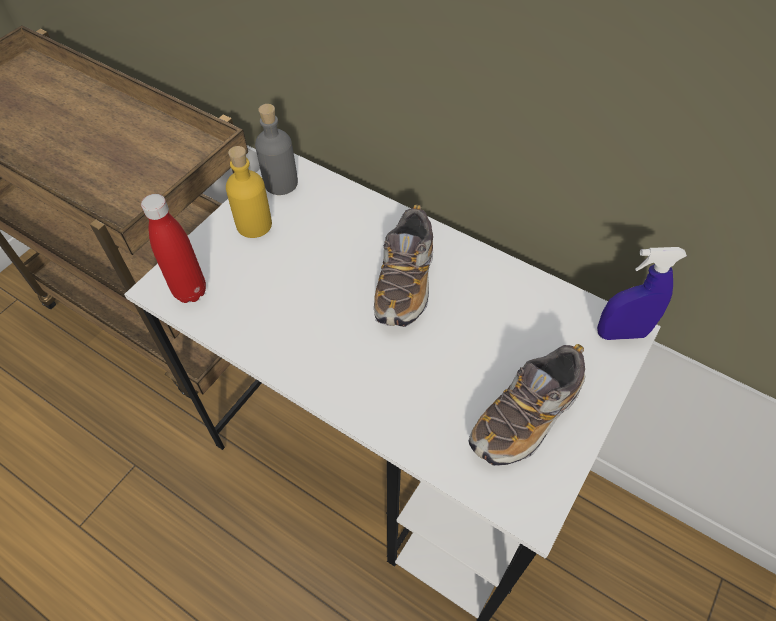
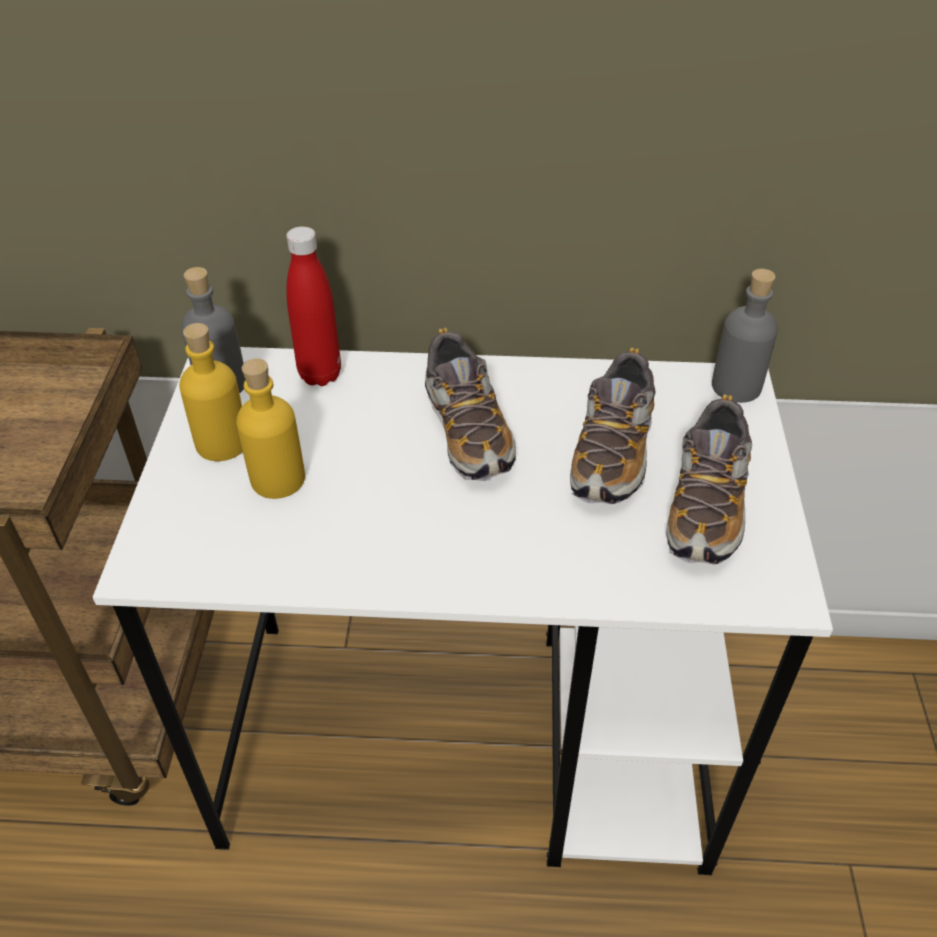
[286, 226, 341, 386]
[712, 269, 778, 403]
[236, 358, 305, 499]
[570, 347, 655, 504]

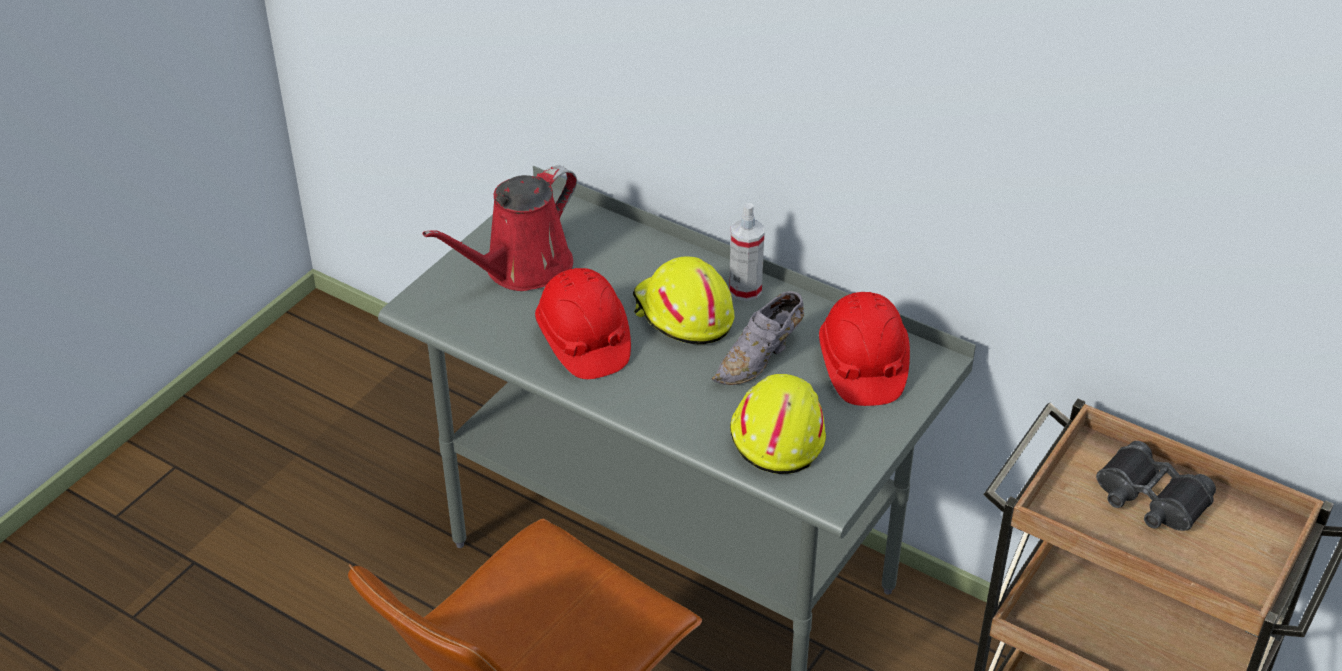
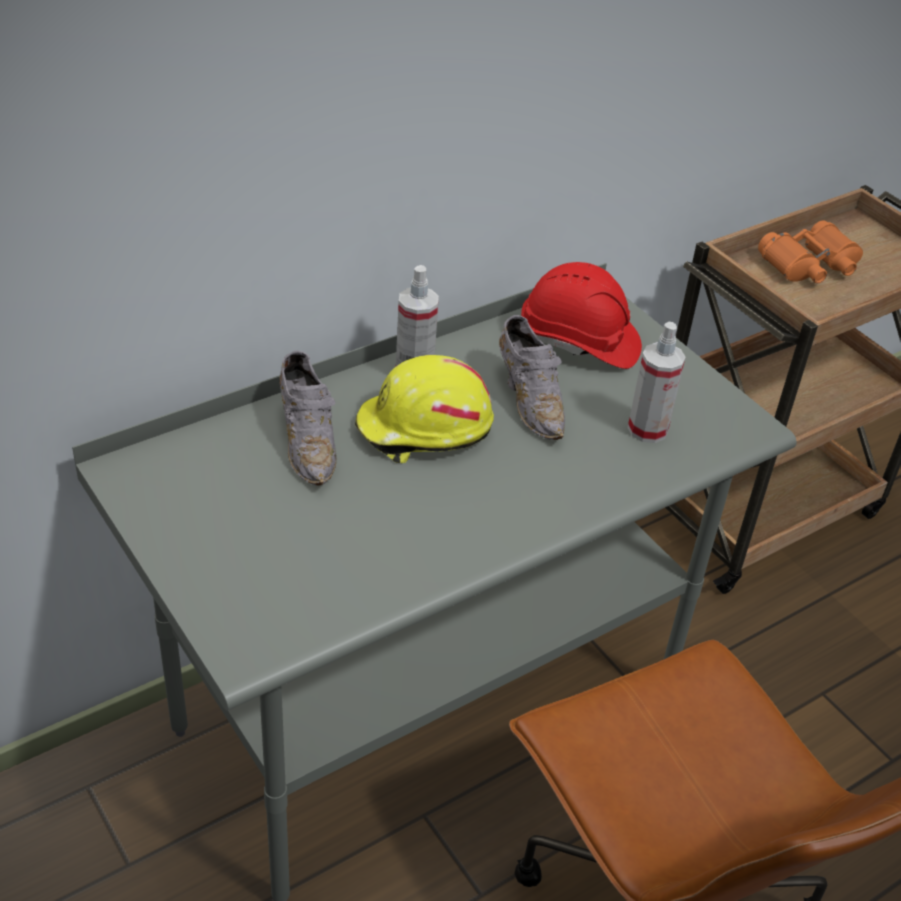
[423, 165, 577, 291] (first image)
[535, 268, 631, 379] (first image)
[628, 322, 686, 443]
[758, 221, 863, 283]
[279, 351, 336, 485]

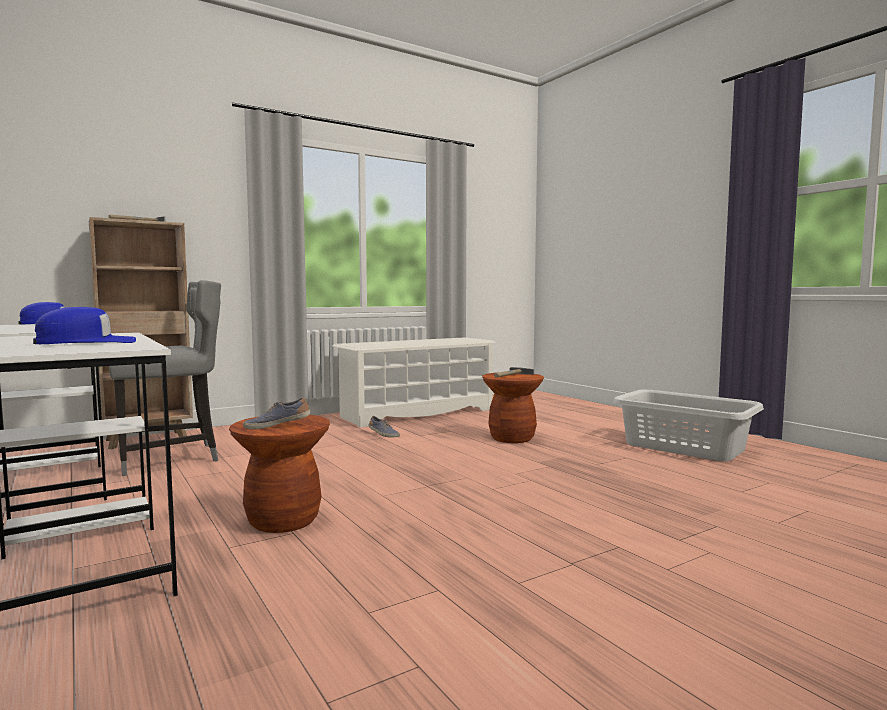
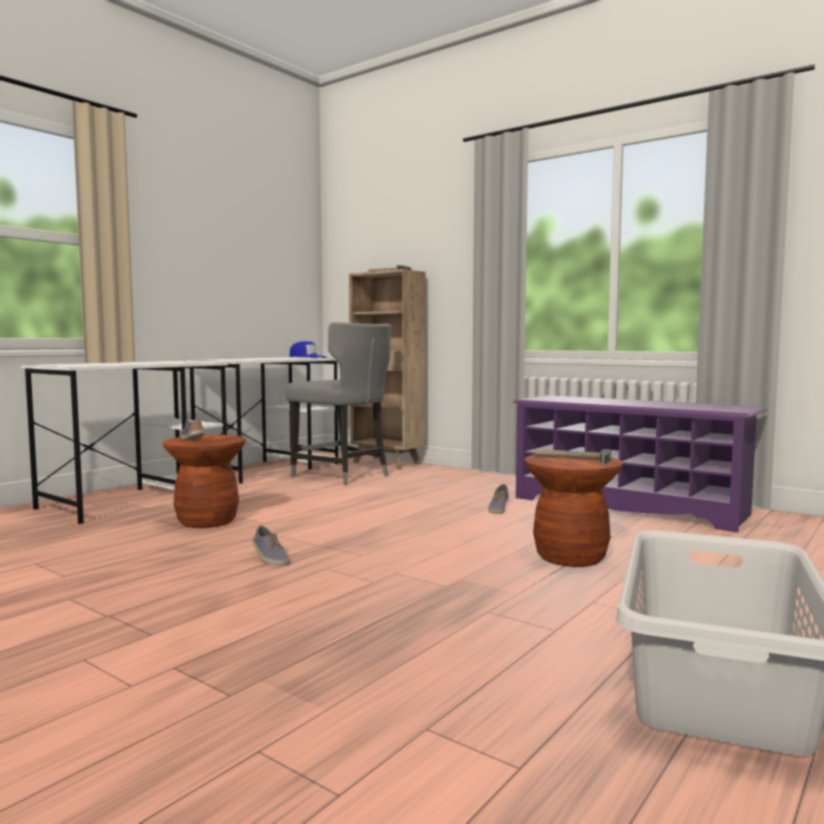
[33, 307, 136, 344] (first image)
[513, 395, 768, 533]
[253, 526, 290, 566]

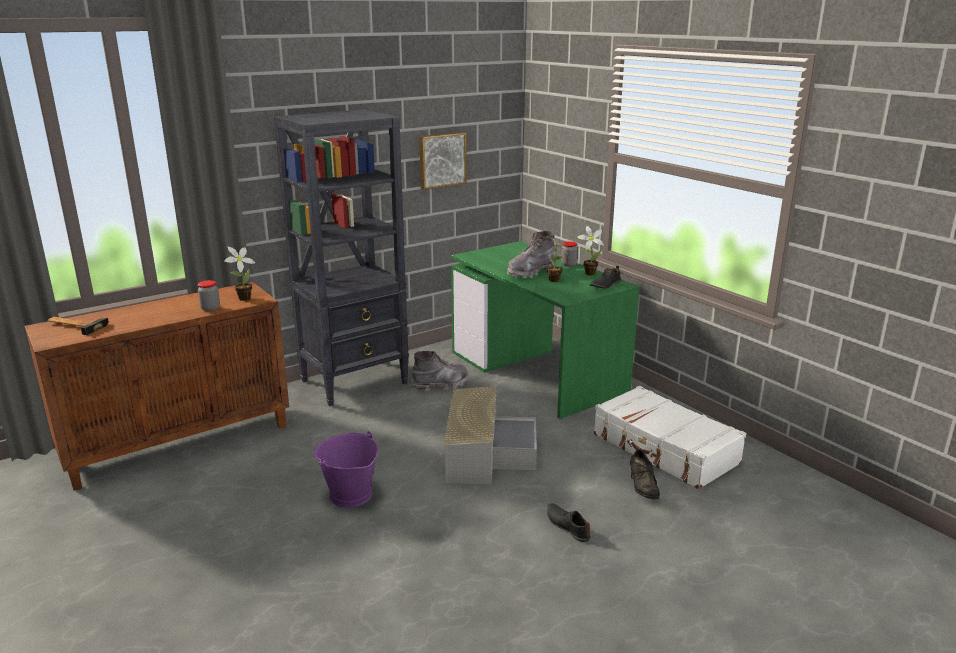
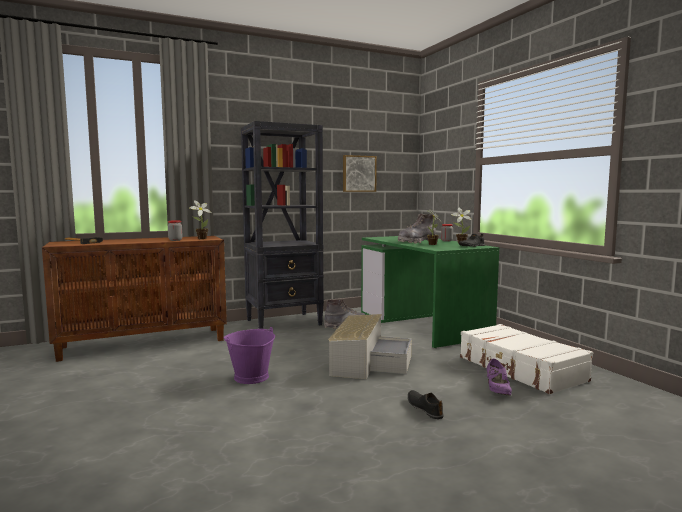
[487, 359, 512, 396]

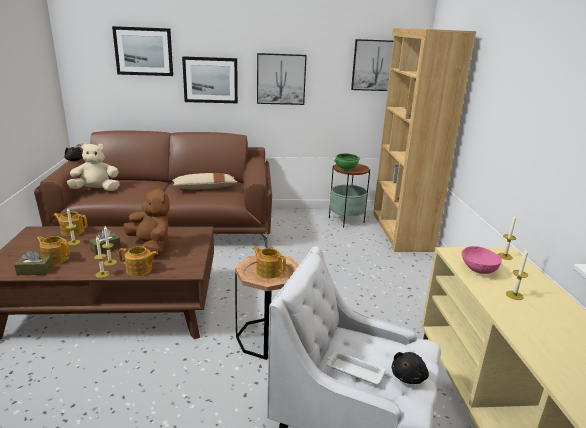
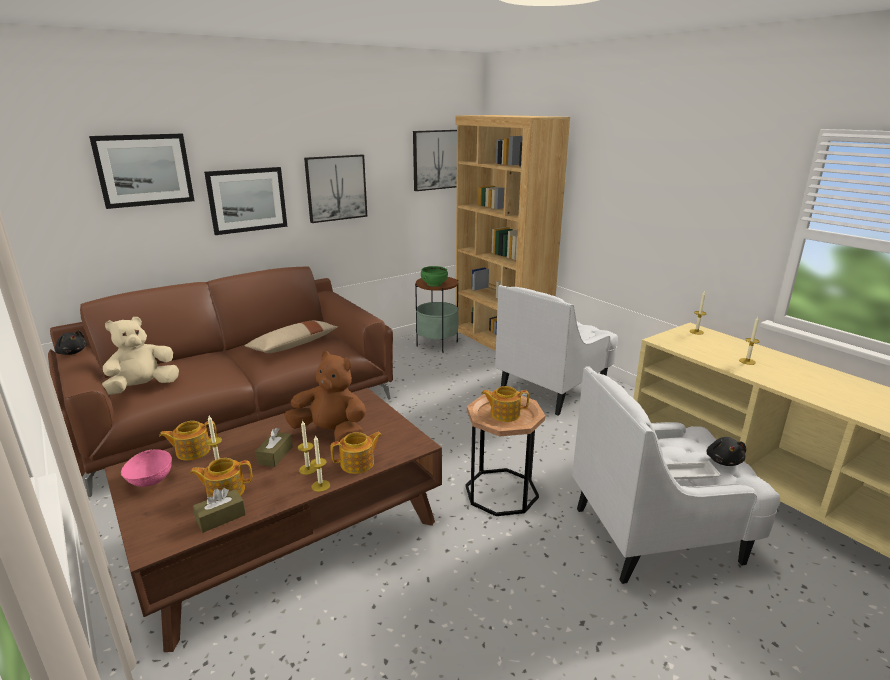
[121, 449, 172, 487]
[495, 285, 618, 416]

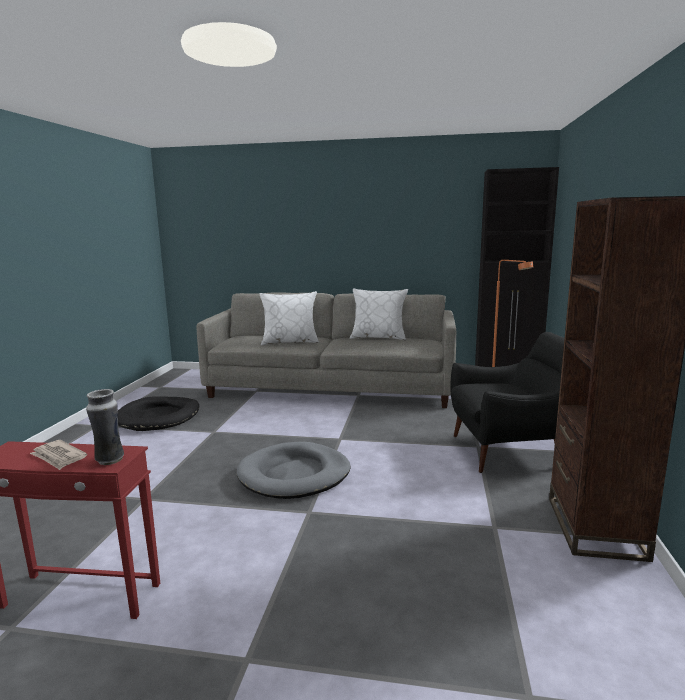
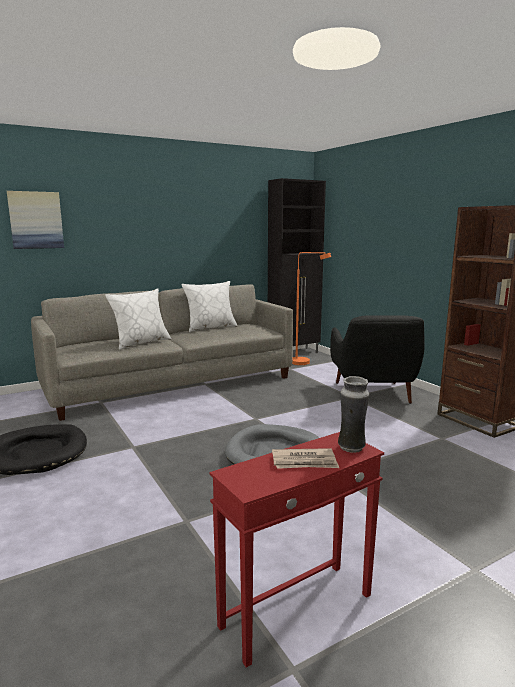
[330, 315, 425, 404]
[7, 191, 64, 249]

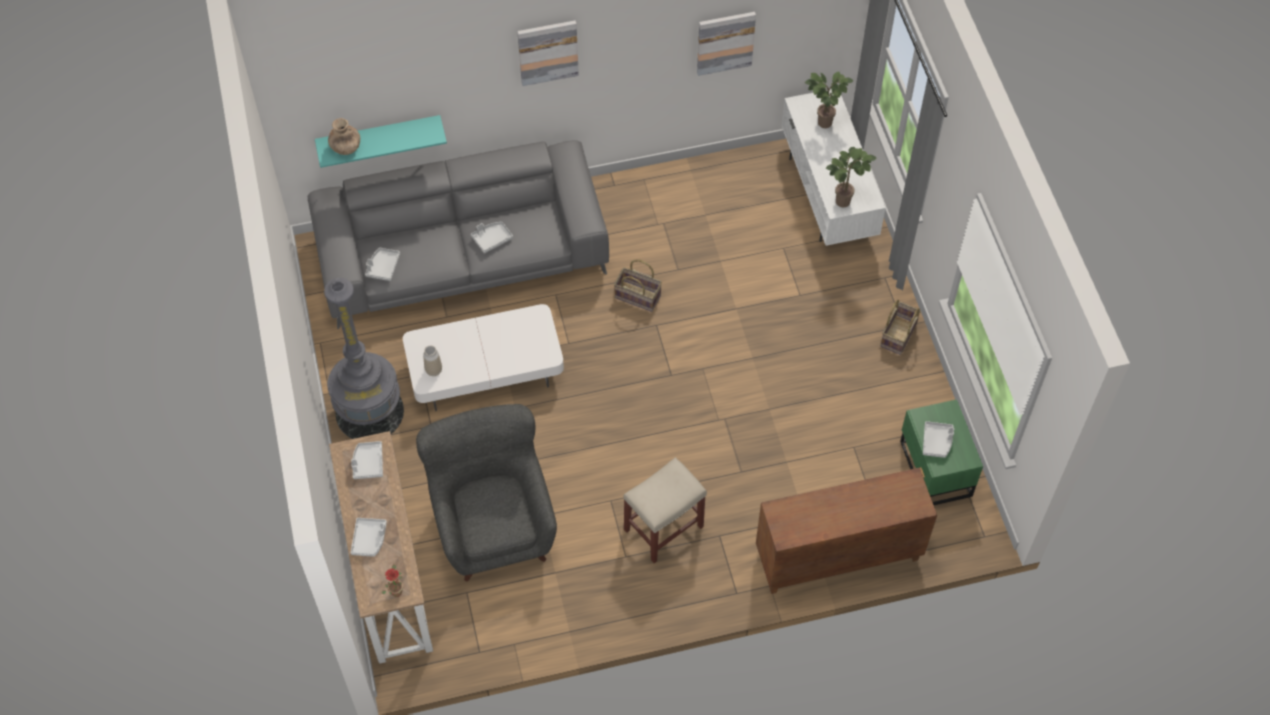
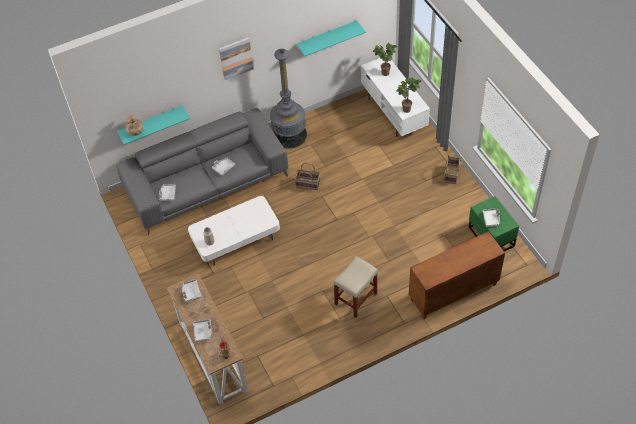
[270, 49, 307, 149]
[416, 404, 557, 581] (first image)
[296, 21, 366, 56]

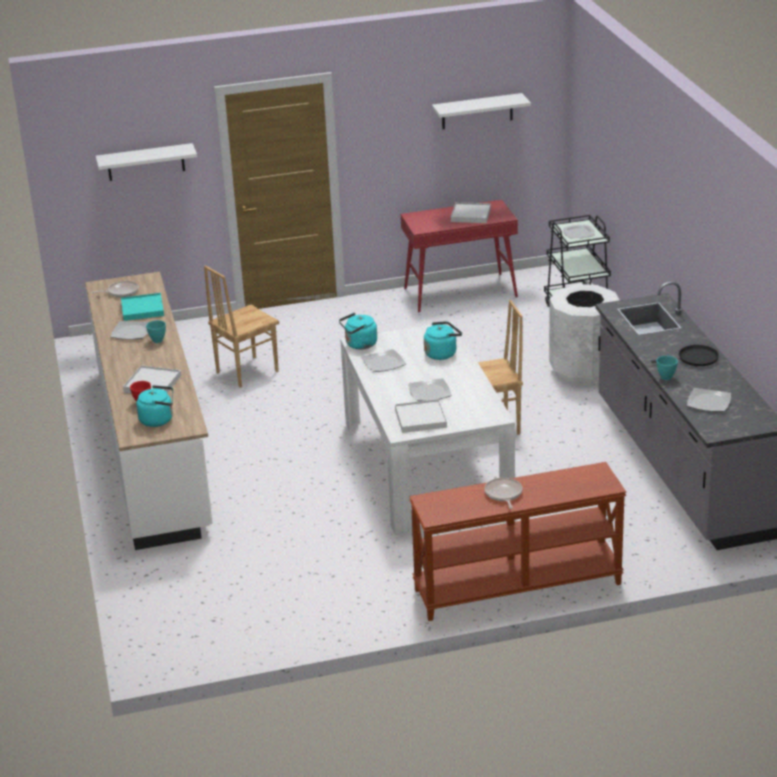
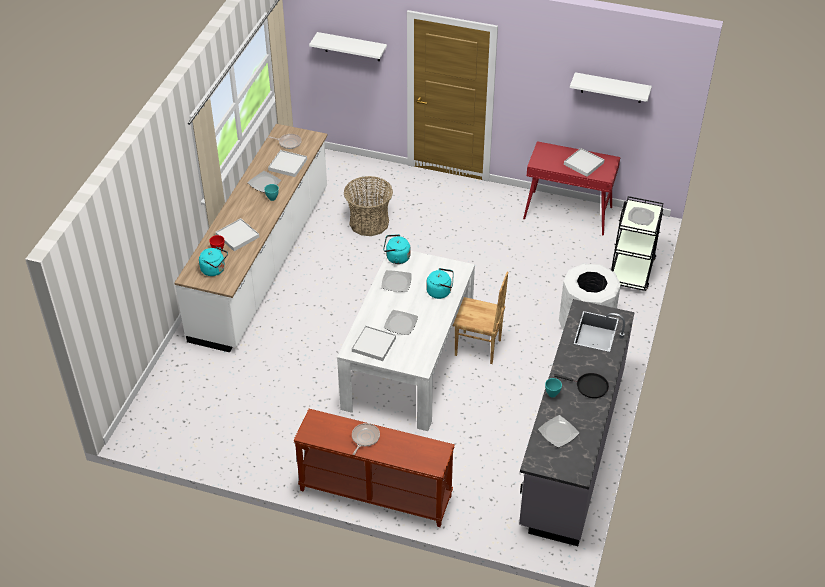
[268, 150, 307, 177]
[344, 176, 393, 236]

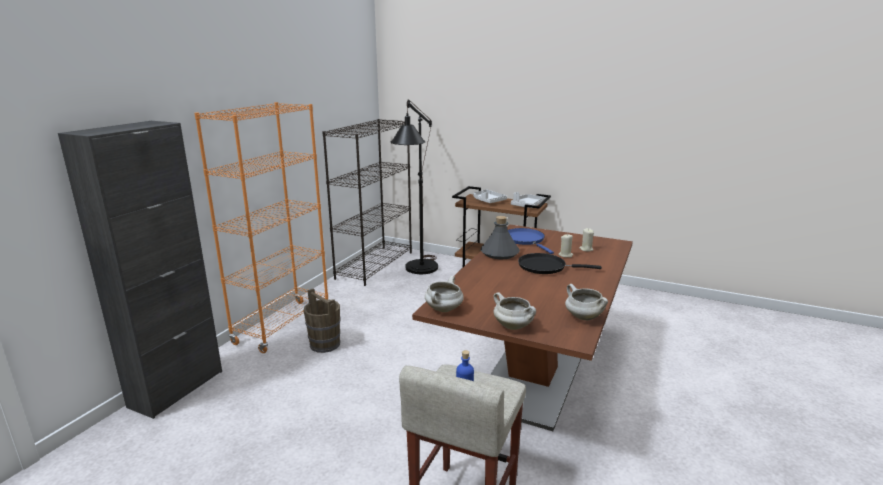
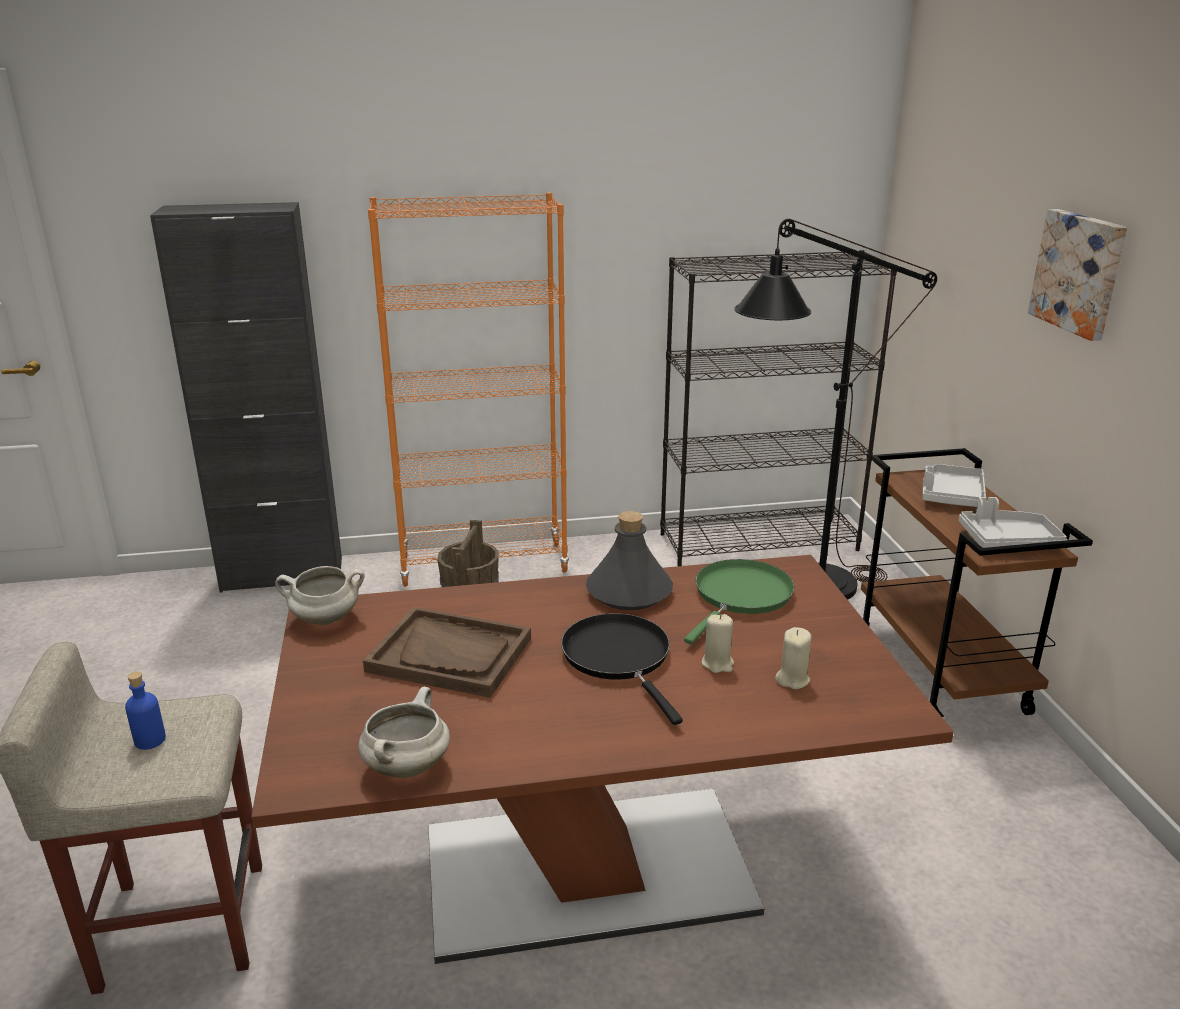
[493, 292, 536, 330] (first image)
[684, 559, 794, 644]
[363, 607, 531, 698]
[1028, 209, 1127, 341]

